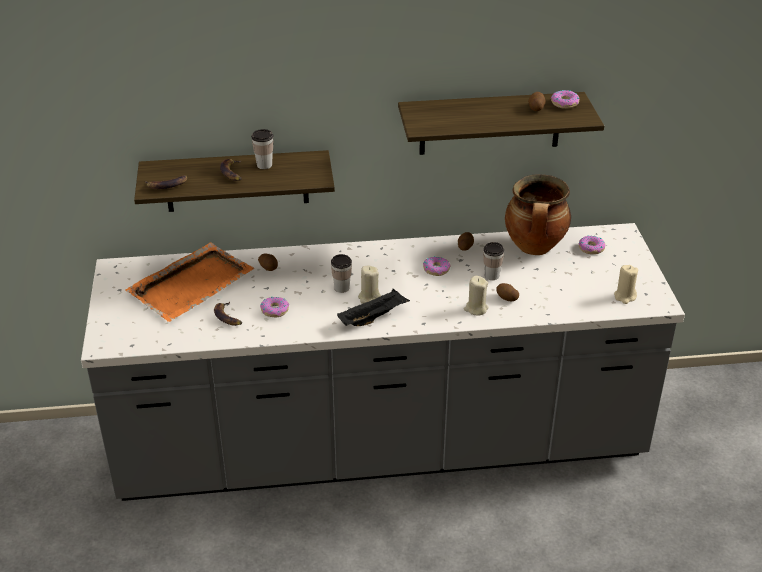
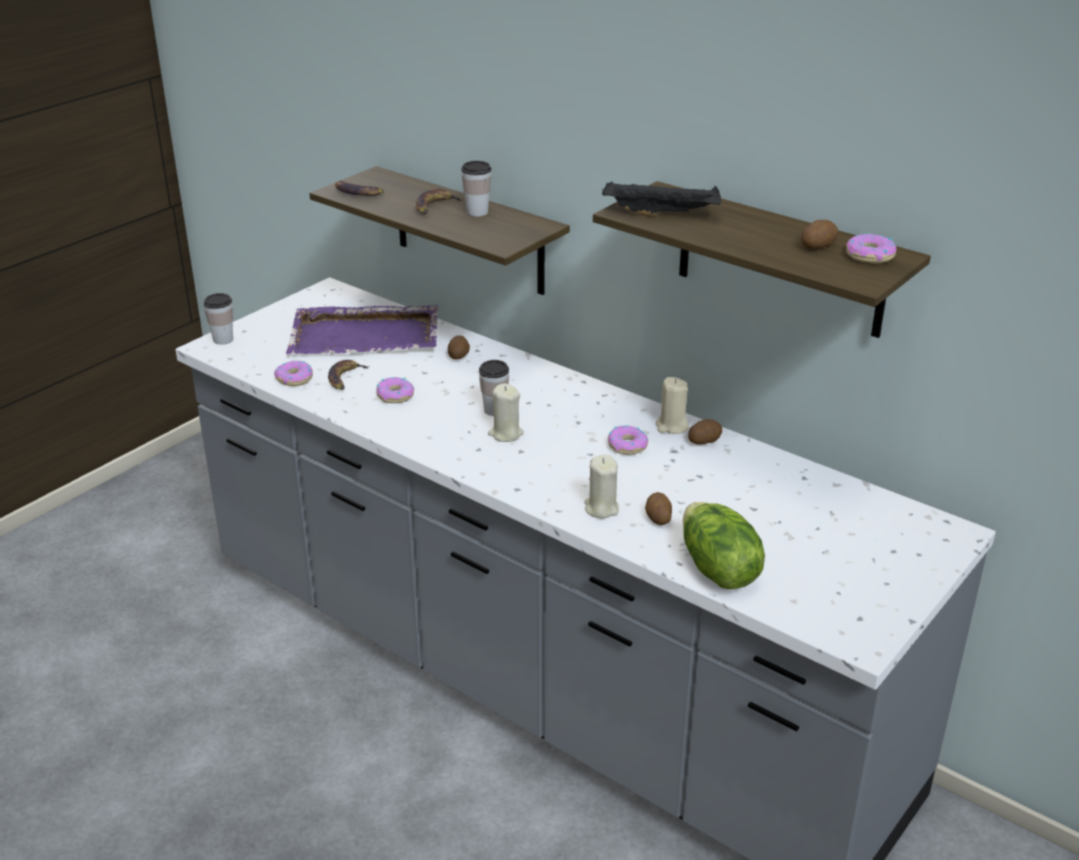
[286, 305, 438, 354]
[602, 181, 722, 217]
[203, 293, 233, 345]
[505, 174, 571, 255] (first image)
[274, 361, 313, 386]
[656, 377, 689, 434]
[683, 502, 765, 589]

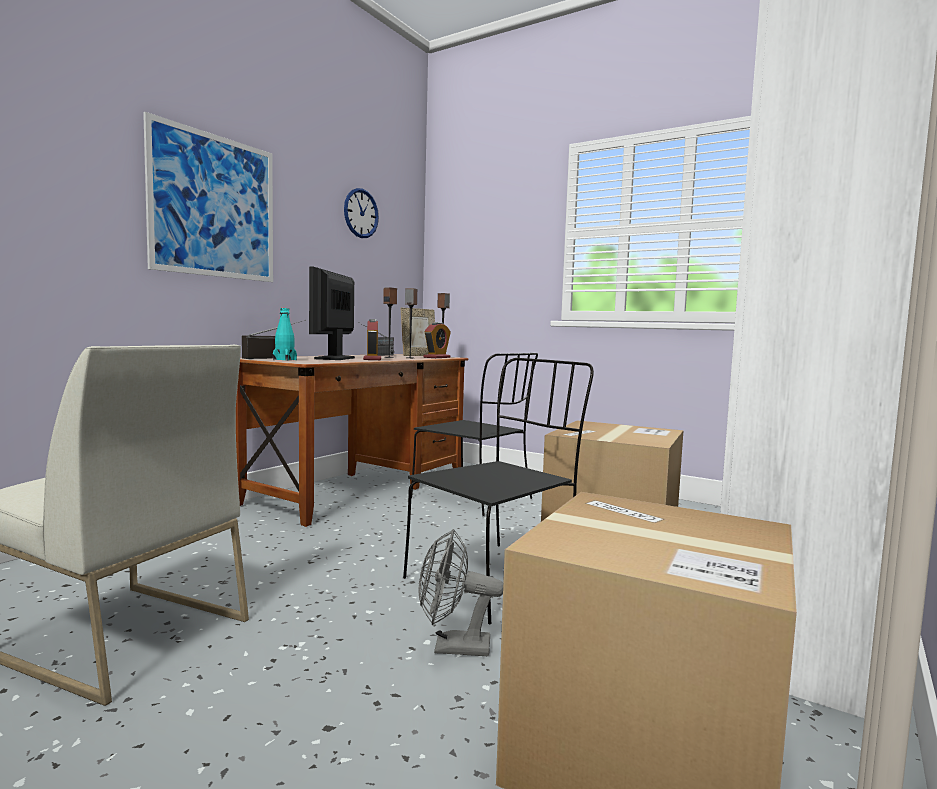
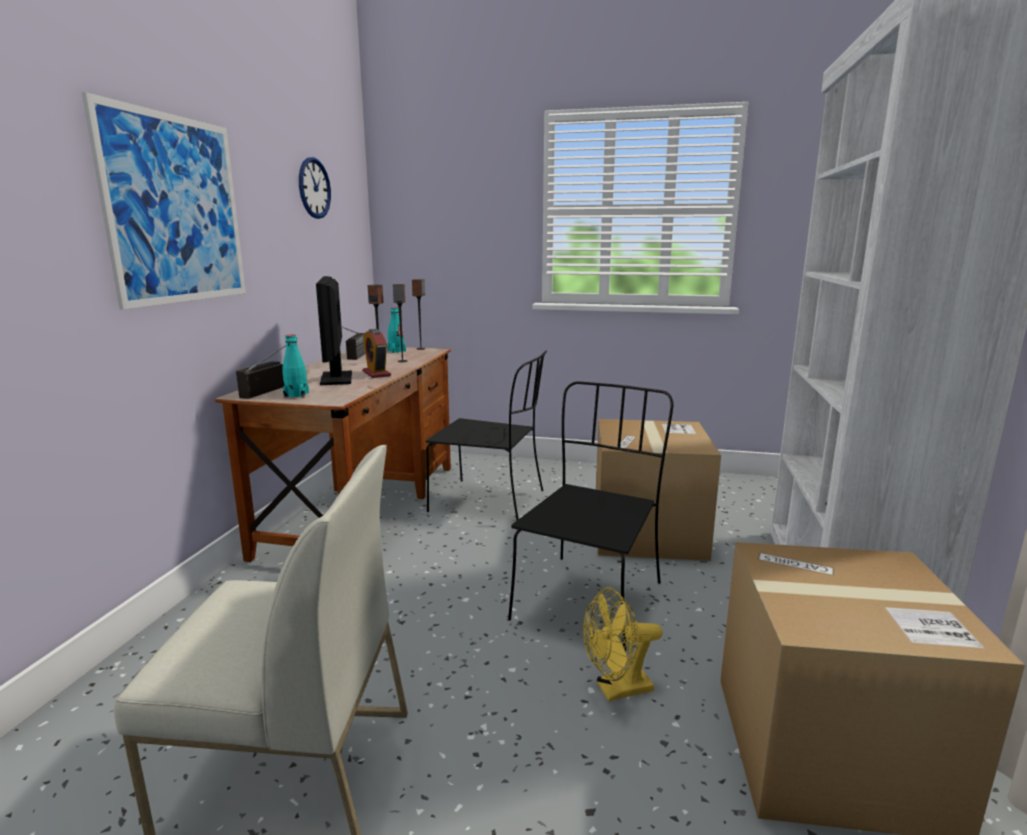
[387, 307, 406, 353]
[583, 587, 663, 701]
[424, 322, 451, 358] (first image)

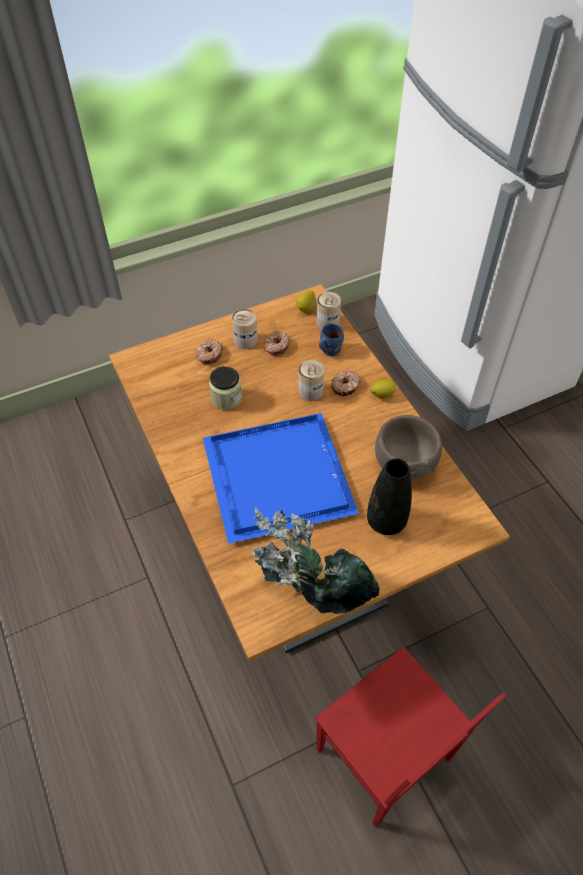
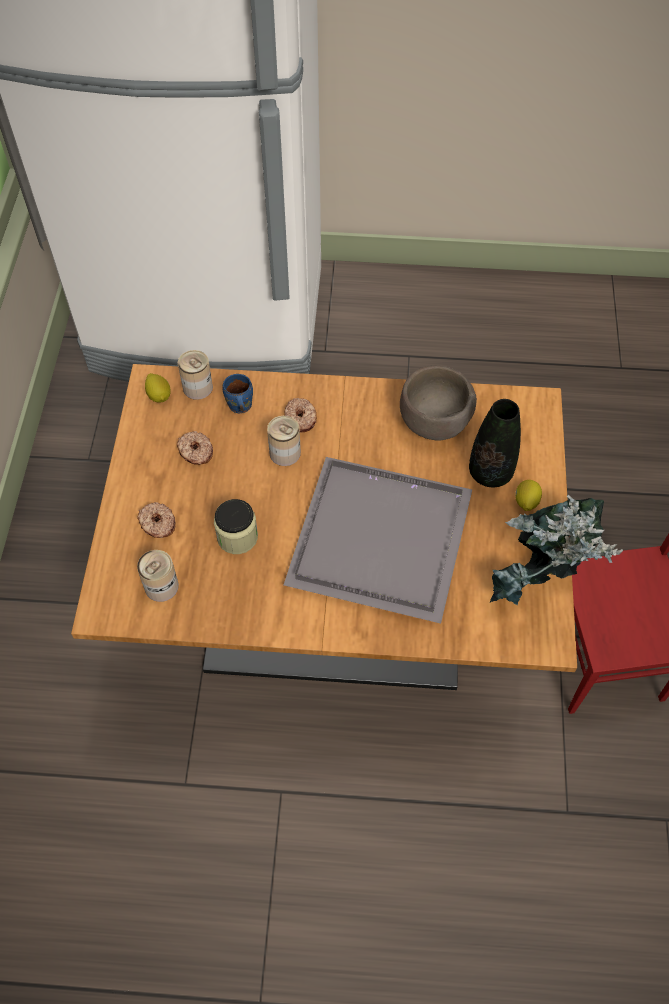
[284, 457, 472, 624]
[137, 550, 179, 602]
[515, 480, 542, 511]

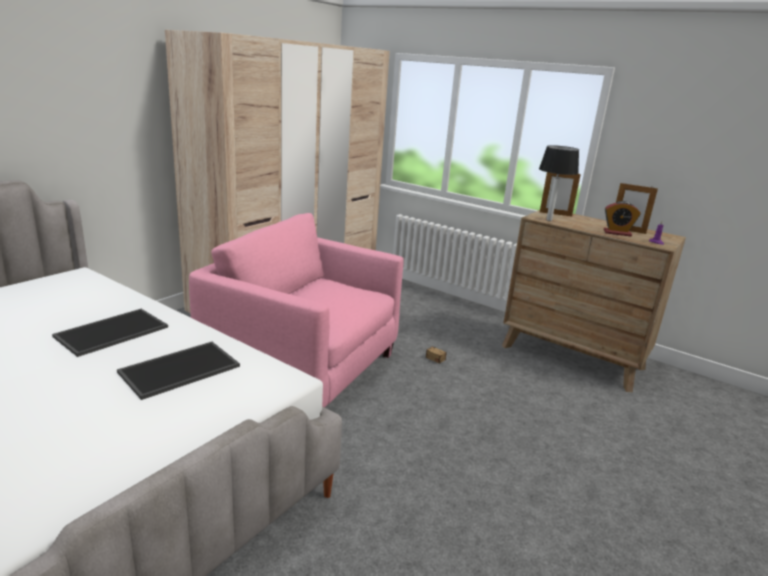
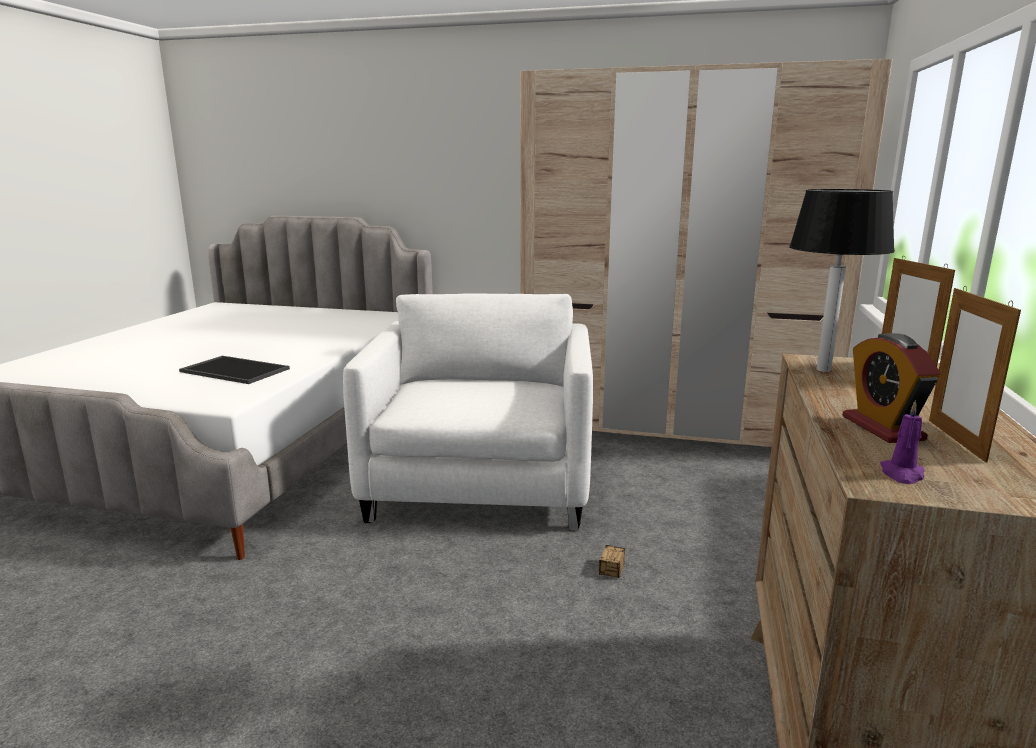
[52, 309, 168, 357] (first image)
[343, 293, 593, 531]

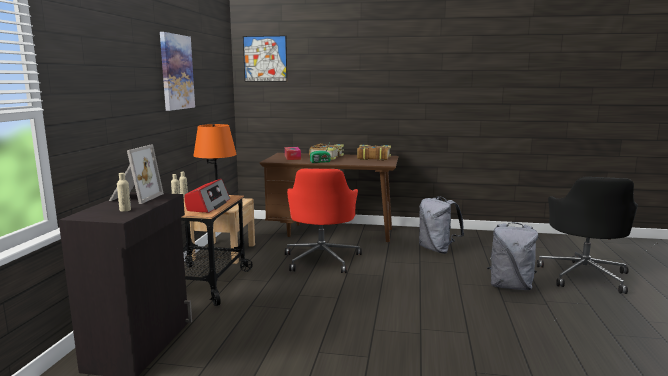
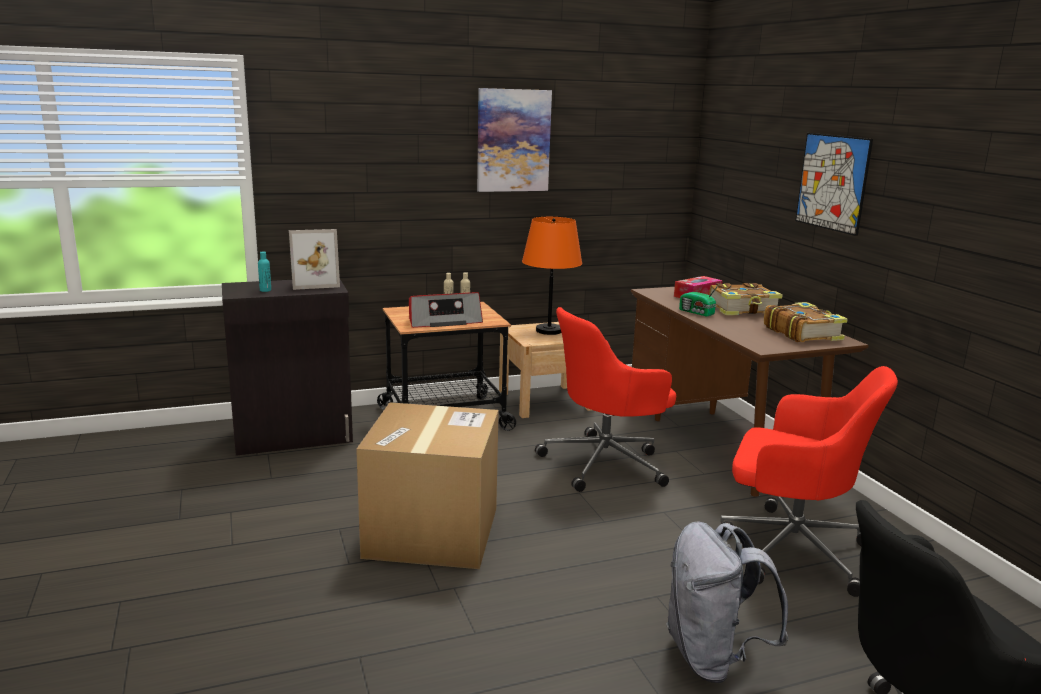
[258, 252, 271, 292]
[795, 133, 873, 236]
[720, 366, 898, 597]
[356, 402, 499, 569]

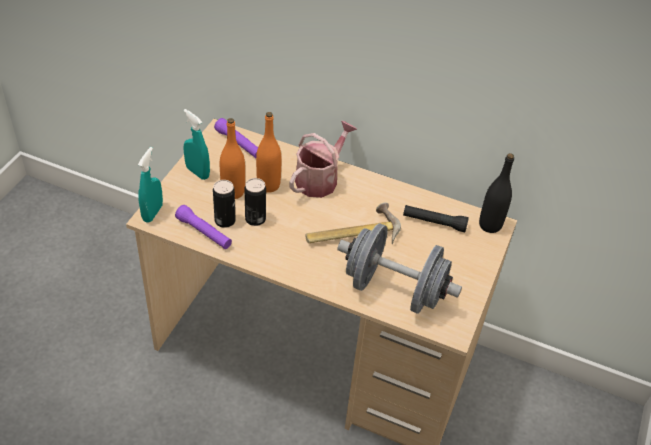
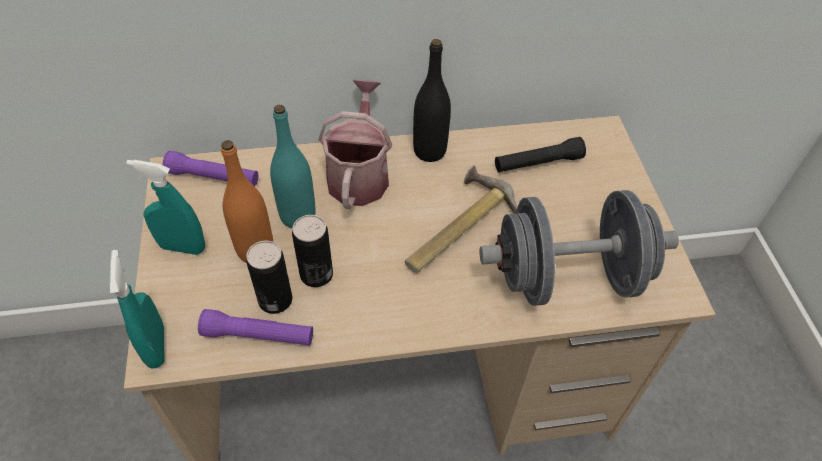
[270, 105, 315, 228]
[413, 39, 451, 162]

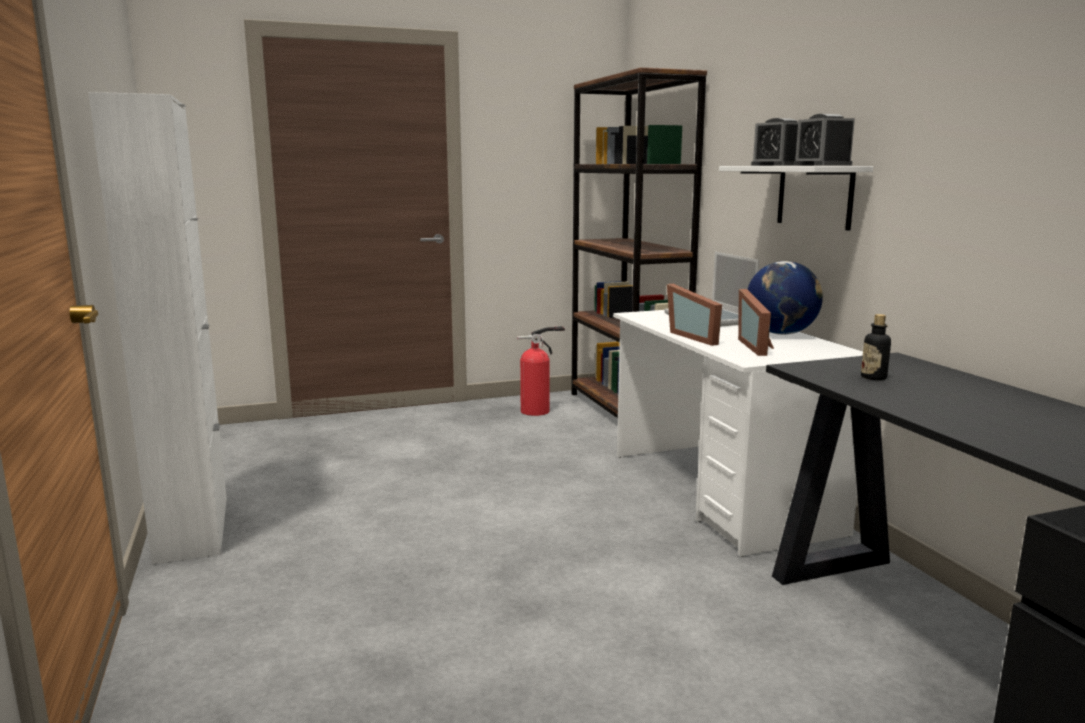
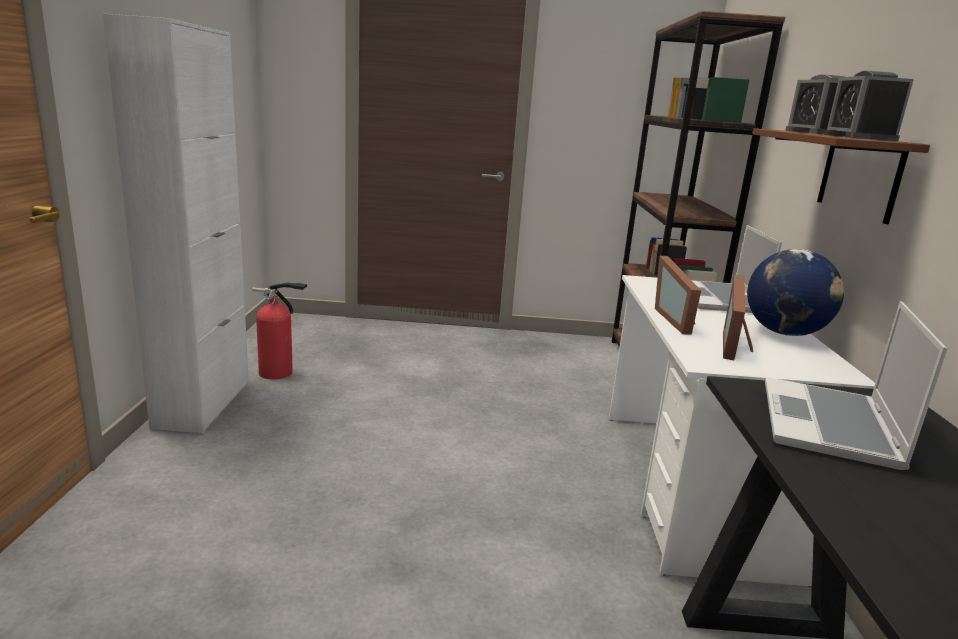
[252, 283, 307, 379]
[752, 128, 930, 224]
[765, 301, 947, 470]

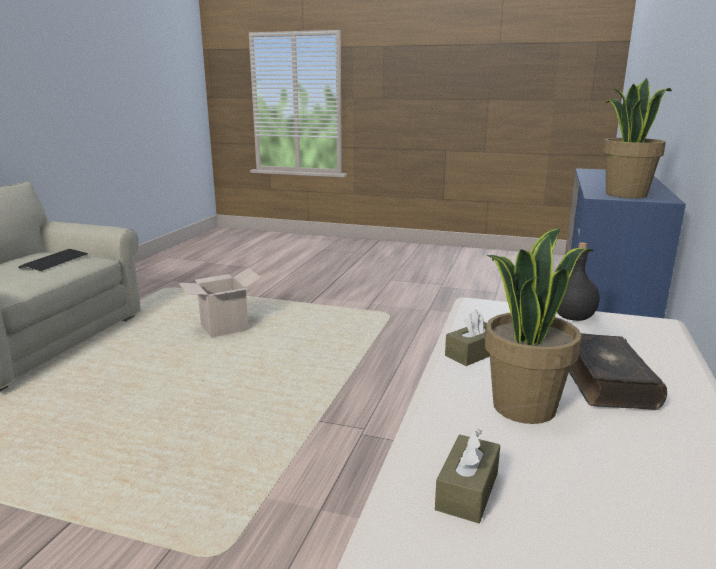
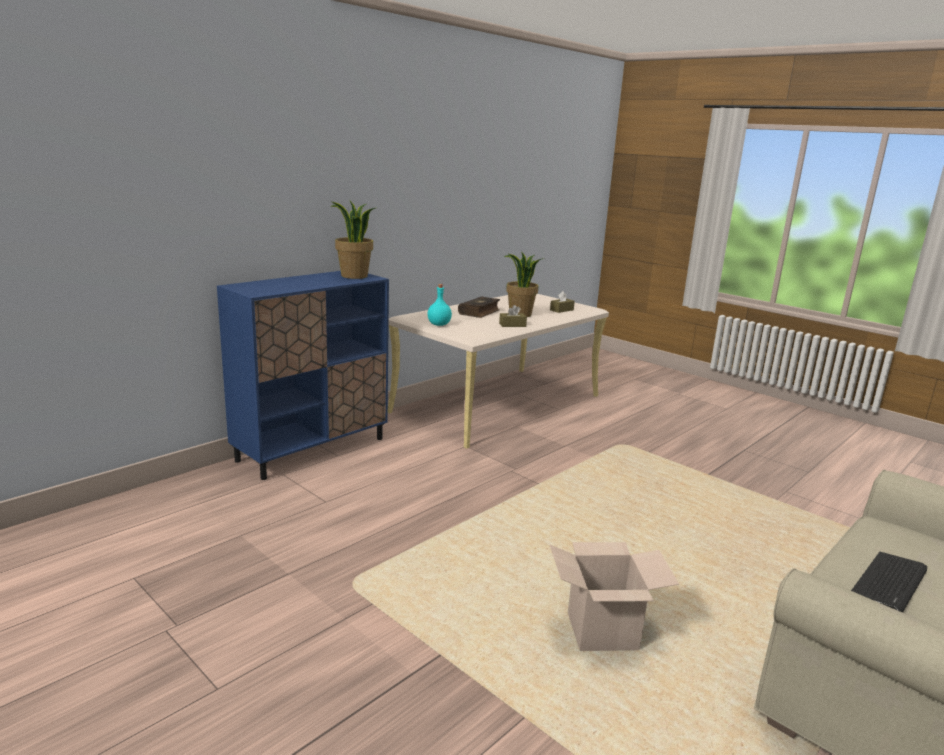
[428, 284, 452, 326]

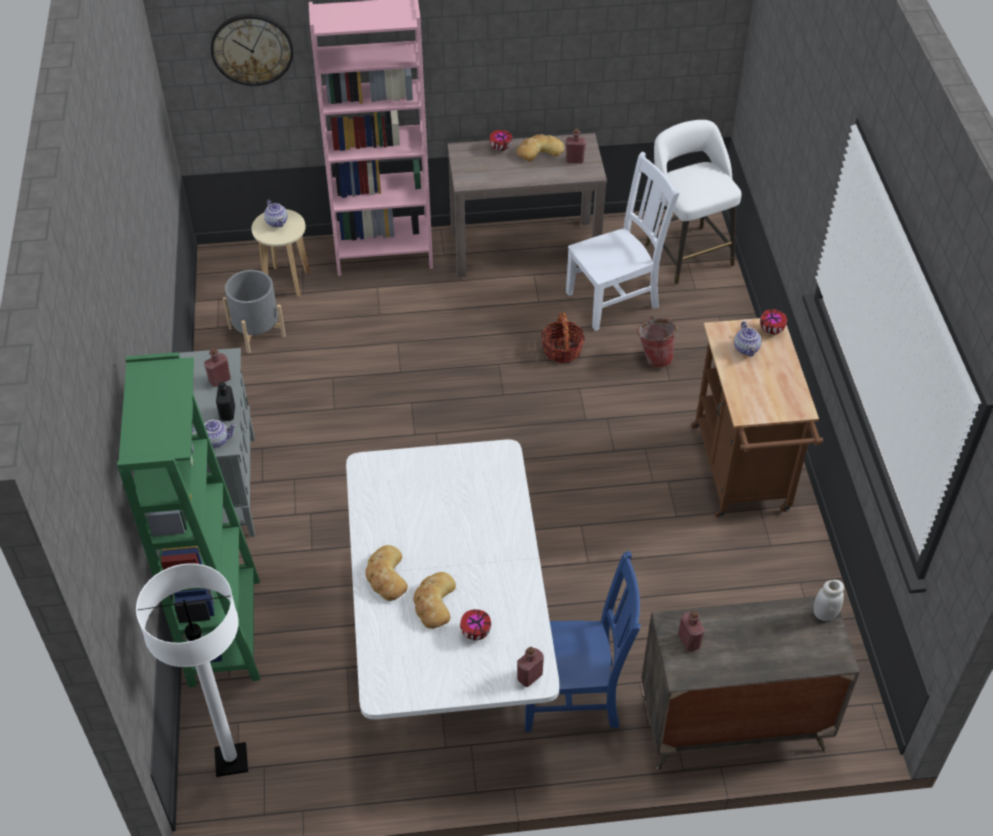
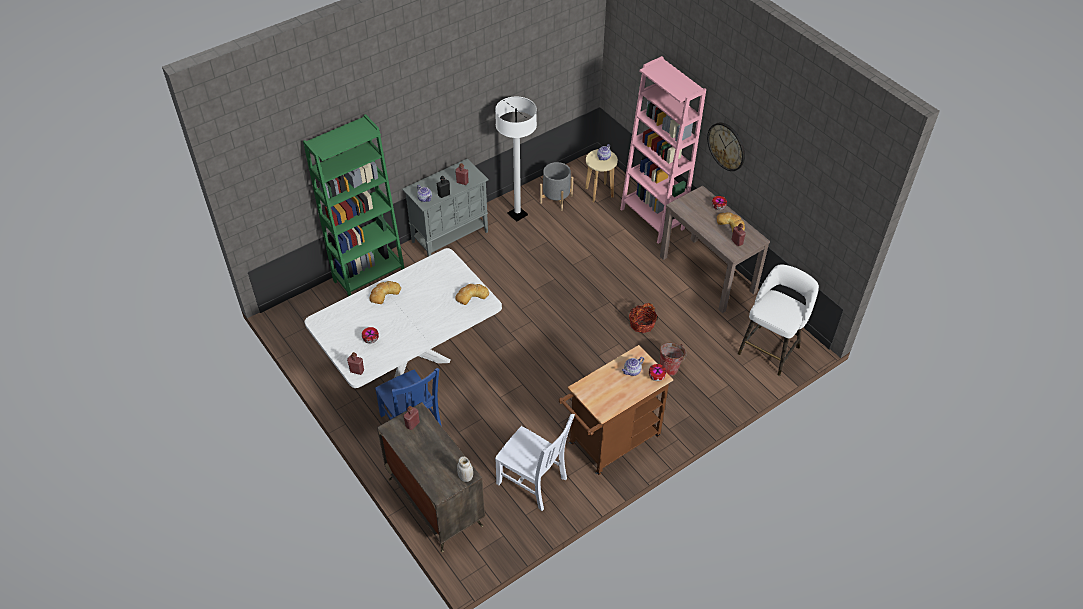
[495, 96, 537, 222]
[707, 122, 745, 171]
[455, 284, 489, 305]
[495, 414, 575, 511]

